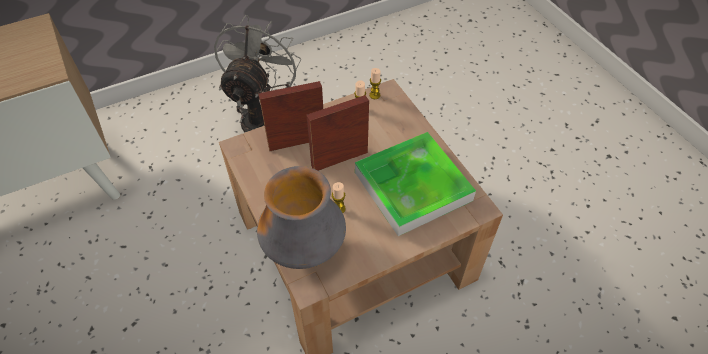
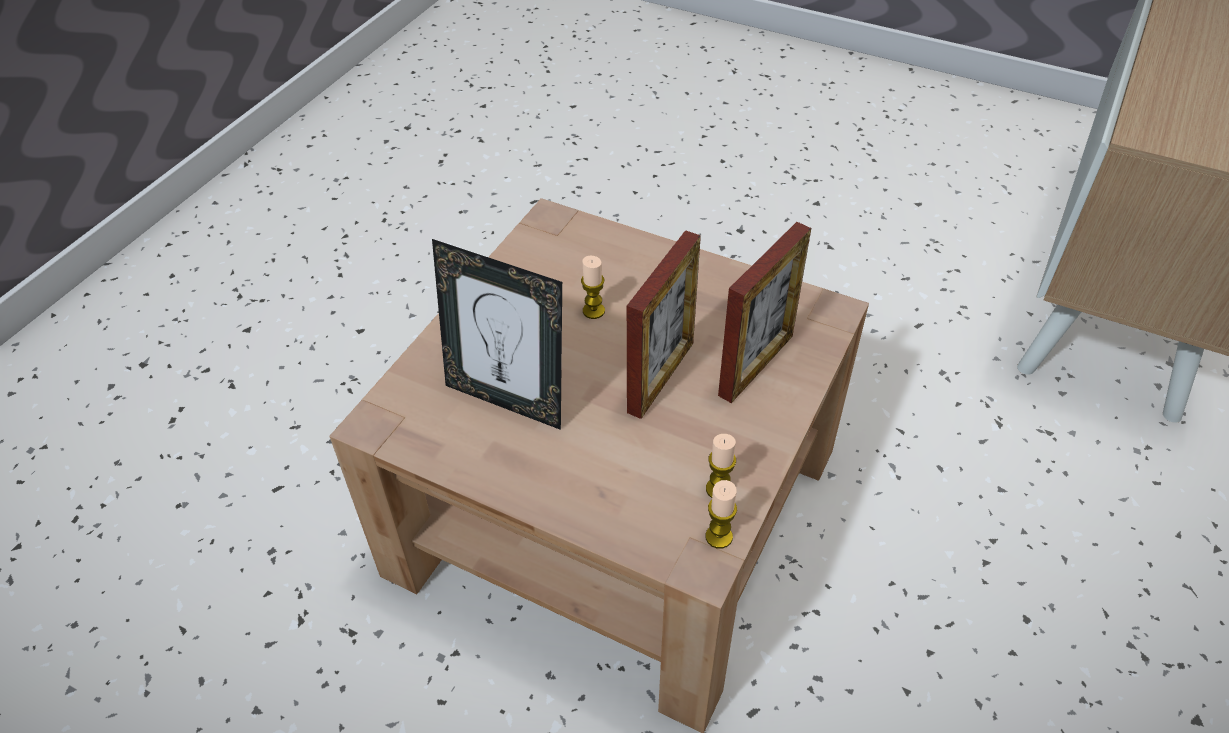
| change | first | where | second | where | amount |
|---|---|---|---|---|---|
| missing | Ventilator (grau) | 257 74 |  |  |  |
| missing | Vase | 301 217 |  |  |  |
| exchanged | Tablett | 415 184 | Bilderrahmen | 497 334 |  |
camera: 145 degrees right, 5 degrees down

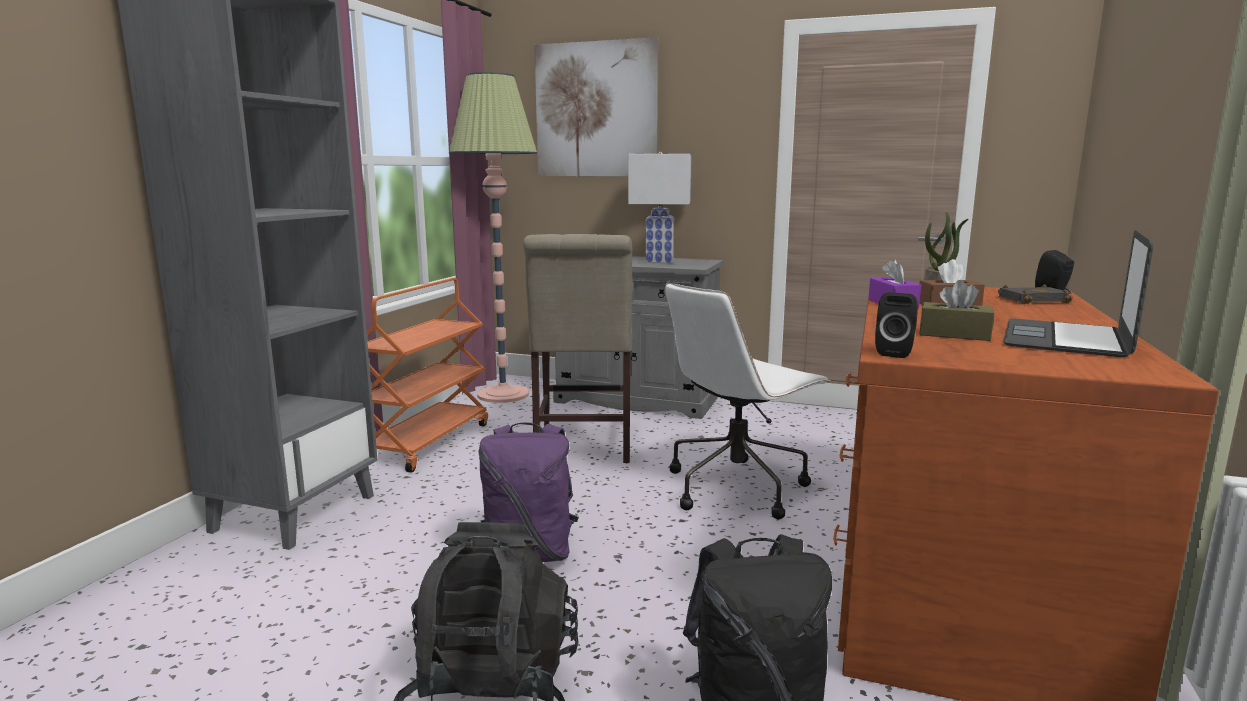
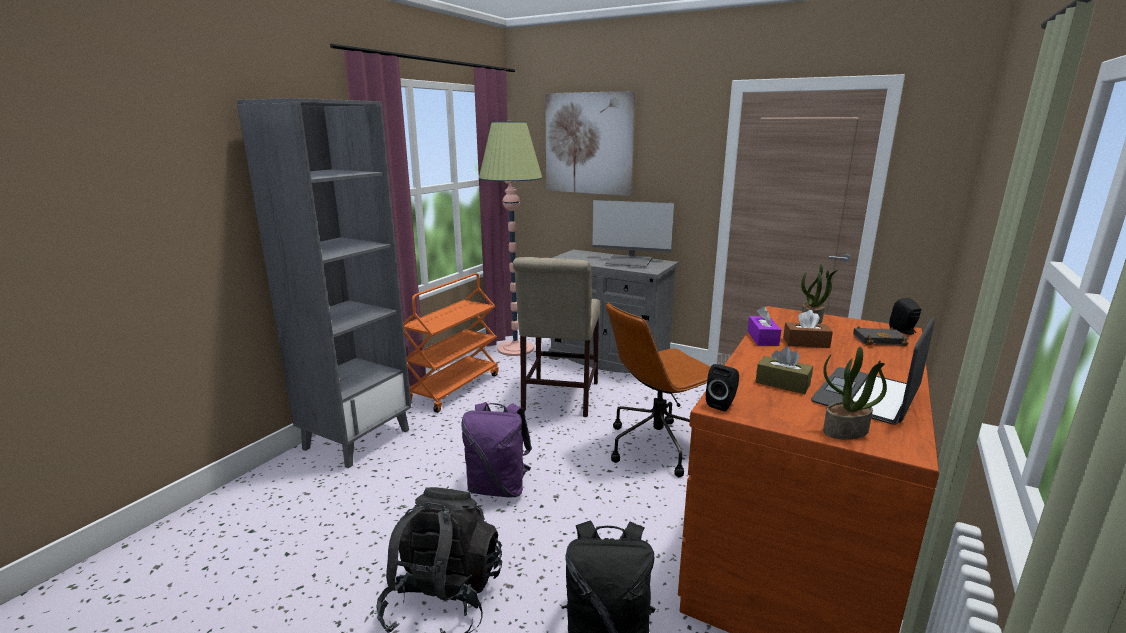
| change | first | where | second | where | amount |
|---|---|---|---|---|---|
| appeared |  |  | Topfpflanze | 855 393 |  |
| exchanged | Tischlampe (weiß) | 659 207 | Monitor | 633 233 |  |
| colour | Bürostuhl (weiß) | 747 401 | Bürostuhl (braun) | 658 389 |  |
camera: 10 degrees right, 5 degrees up

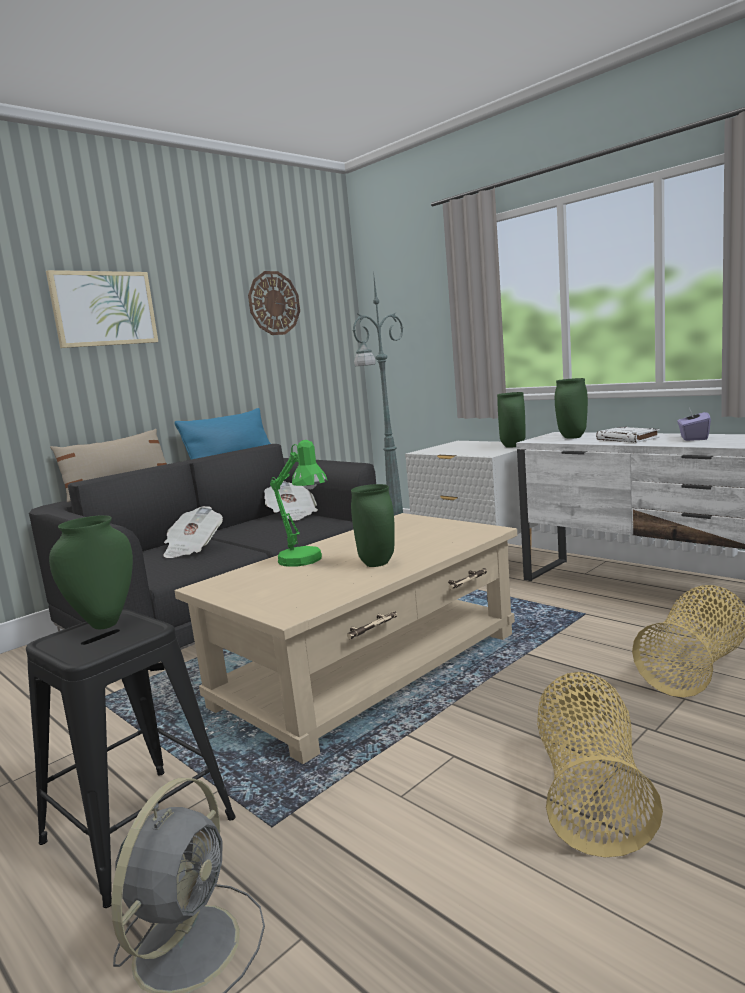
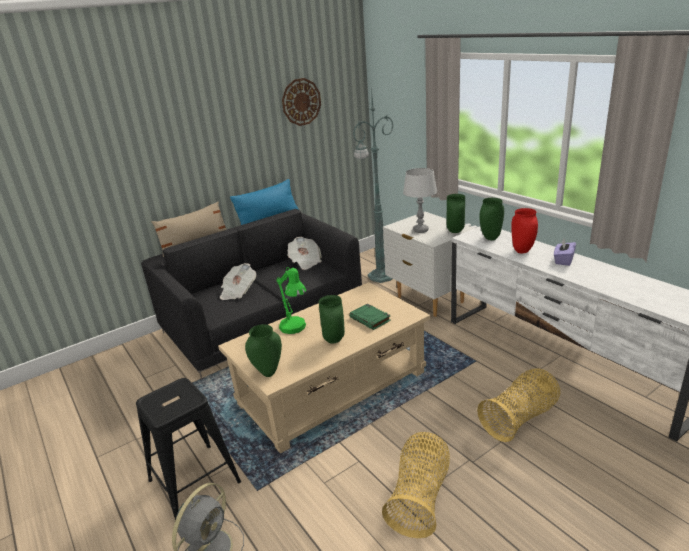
| change | first | where | second | where | amount |
|---|---|---|---|---|---|
| missing | Bild | 102 309 |  |  |  |
| appeared |  |  | Buch (grün) | 370 317 |  |
| appeared |  |  | Tischlampe (grau) | 420 200 |  |
| relocated | Vase (grün) | 91 572 |  | 263 350 |  |
| exchanged | Buch (weiß) | 628 435 | Vase (rot) | 524 230 |  |
camera: 10 degrees right, 15 degrees up

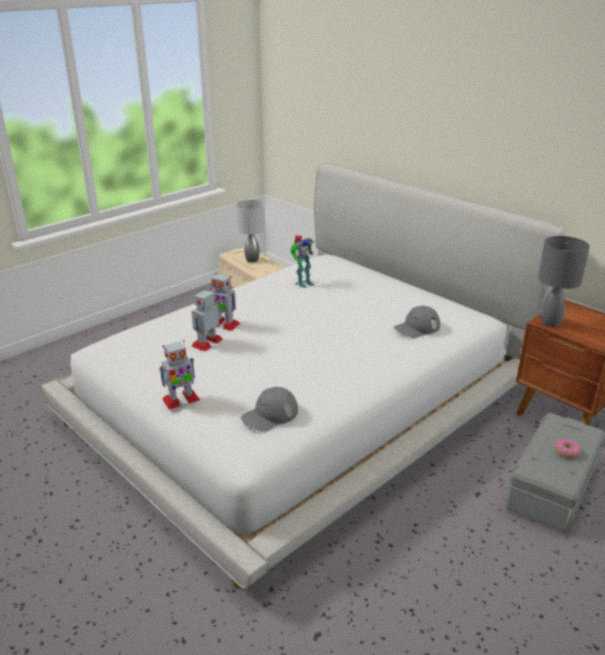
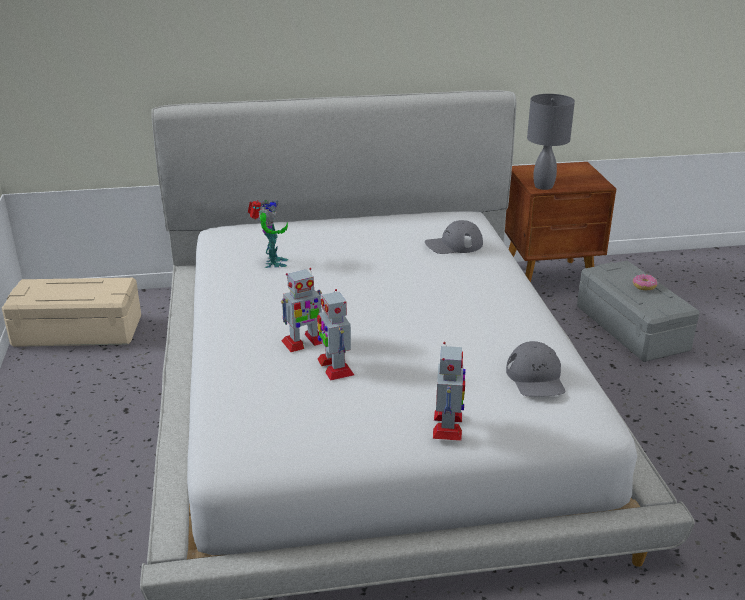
| change | first | where | second | where | amount |
|---|---|---|---|---|---|
| missing | Tischlampe (grau) | 250 231 |  |  |  |
| spun | Kappe (grau) | 417 322 |  | 454 237 | 75 degrees clockwise |
camera: 55 degrees left, 0 degrees up

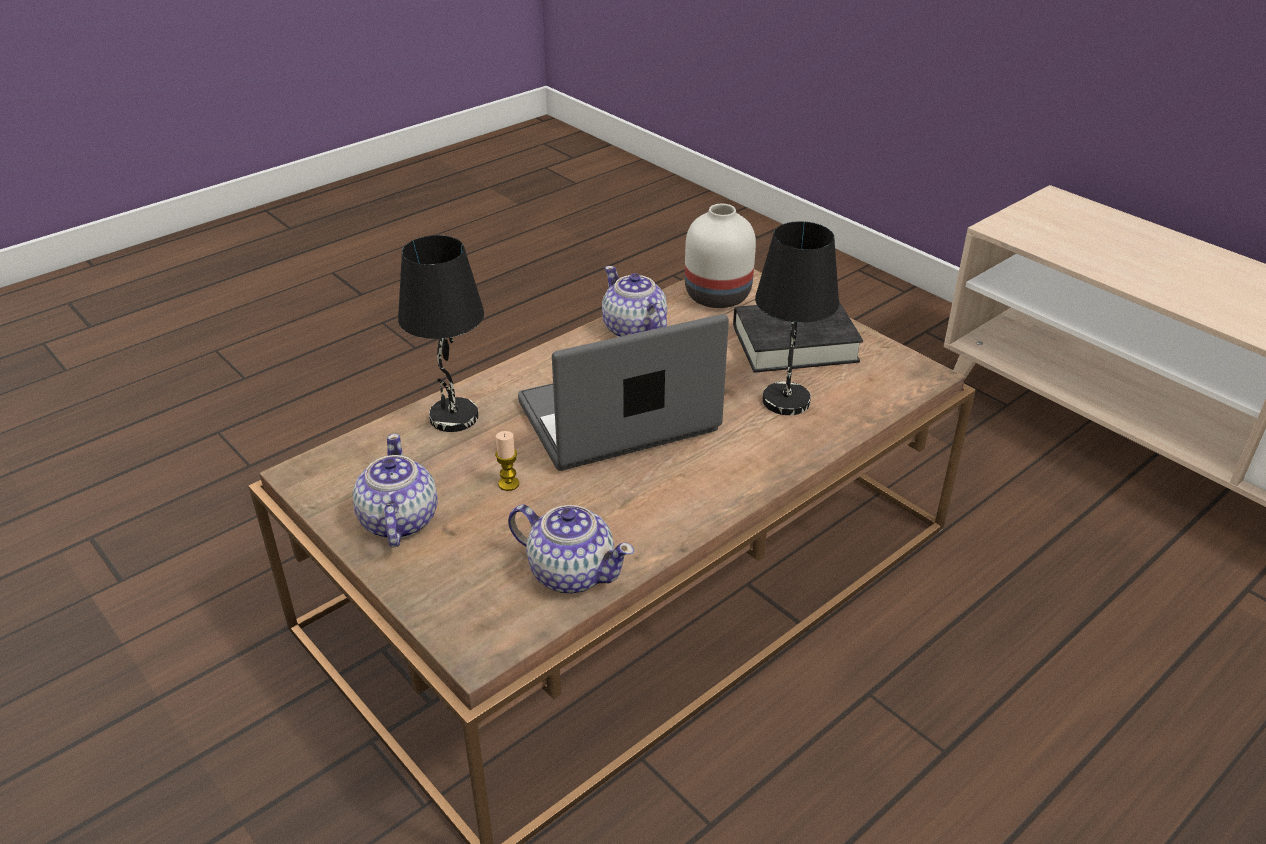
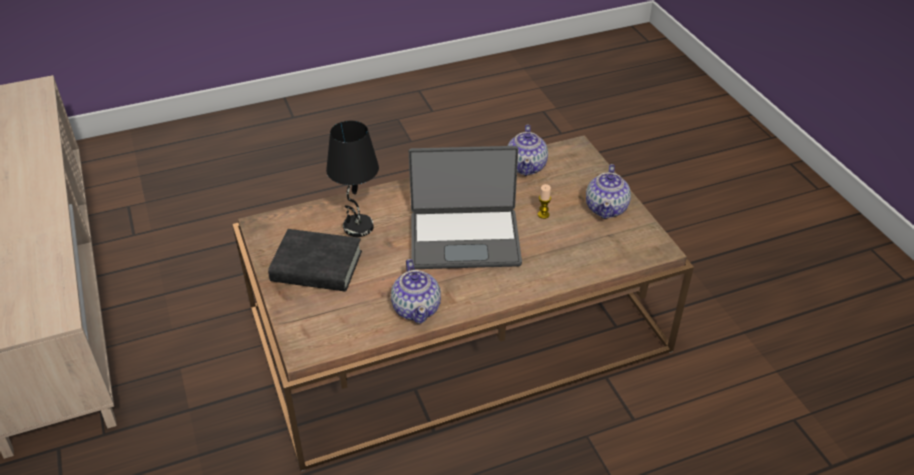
| change | first | where | second | where | amount |
|---|---|---|---|---|---|
| missing | Tischlampe (schwarz) | 441 333 |  |  |  |
| missing | Vase (weiß) | 720 256 |  |  |  |
| spun | Teekanne | 571 549 |  | 528 150 | 135 degrees counterclockwise |
camera: 160 degrees left, 5 degrees up

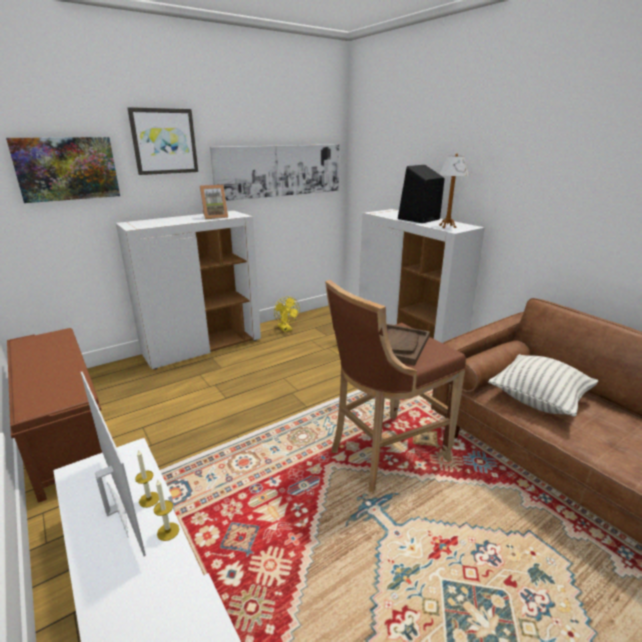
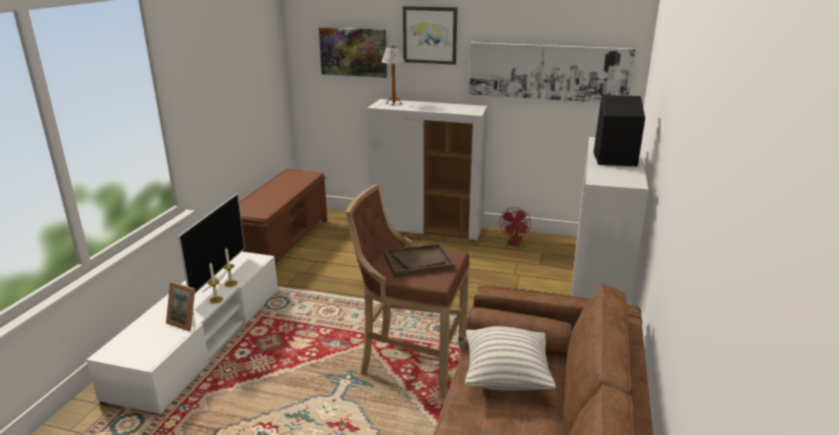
| change | first | where | second | where | amount |
|---|---|---|---|---|---|
| relocated | Bilderrahmen | 214 202 |  | 180 306 |  |
| relocated | Tischlampe | 454 191 |  | 393 75 |  |
| colour | Ventilator (gelb) | 287 314 | Ventilator (rot) | 515 226 |  |
camera: 50 degrees right, 0 degrees up

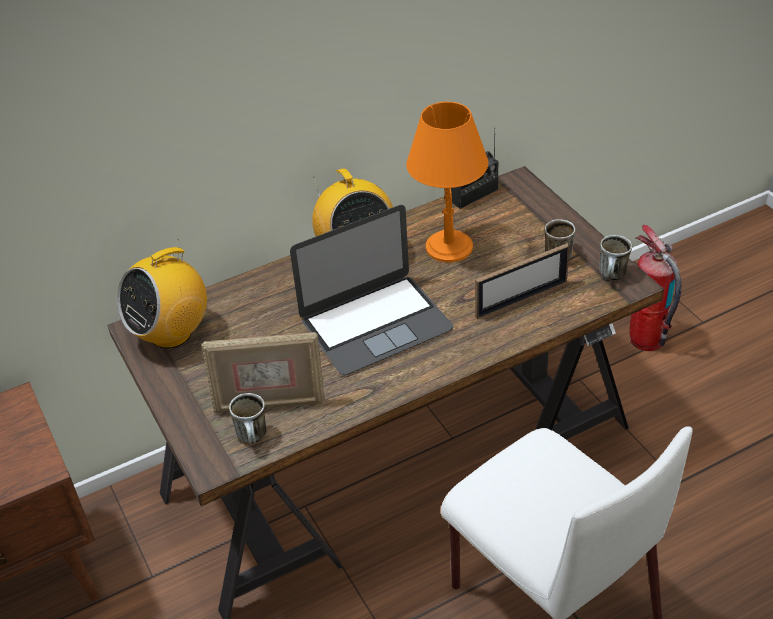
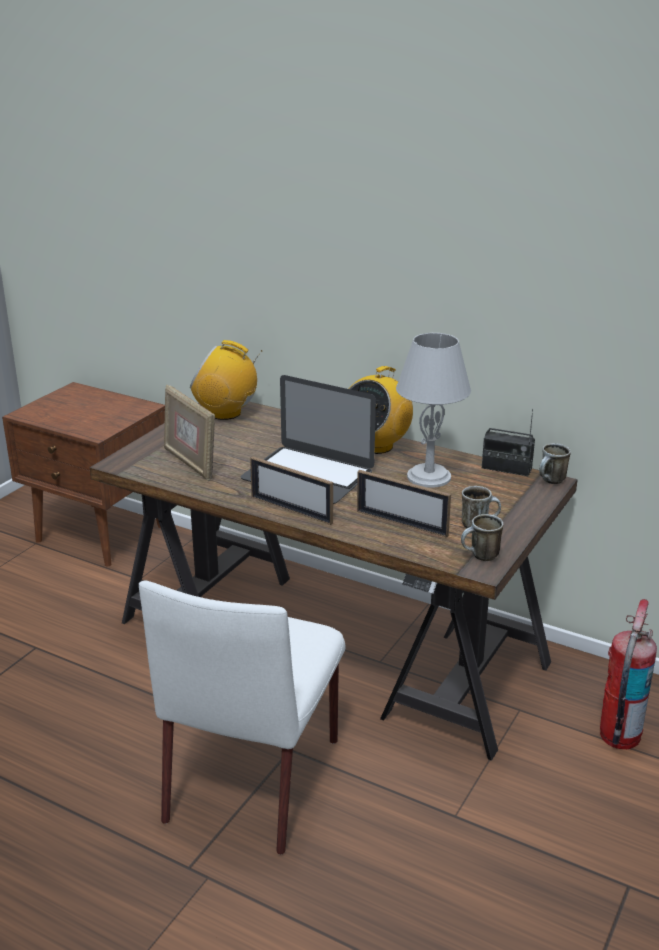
| change | first | where | second | where | amount |
|---|---|---|---|---|---|
| appeared |  |  | Bilderrahmen | 291 490 |  |
| relocated | Henkelbecher | 248 418 |  | 555 463 |  |
| colour | Tischlampe (orange) | 447 182 | Tischlampe (grau) | 433 410 |  |
camera: 55 degrees right, 15 degrees down

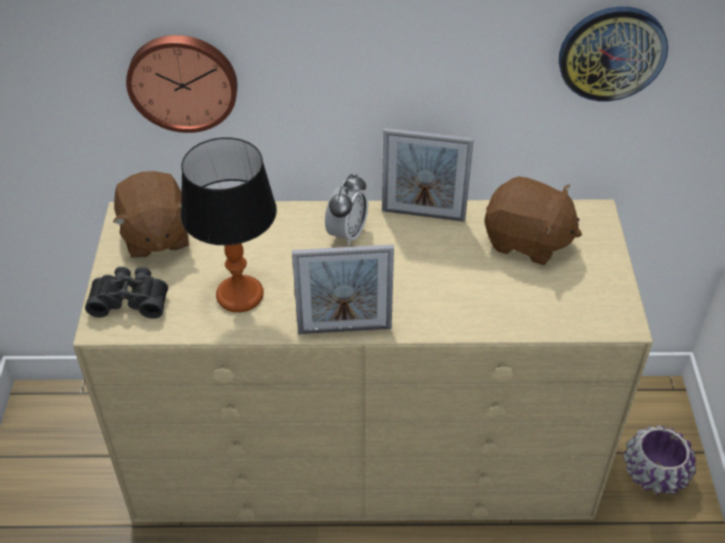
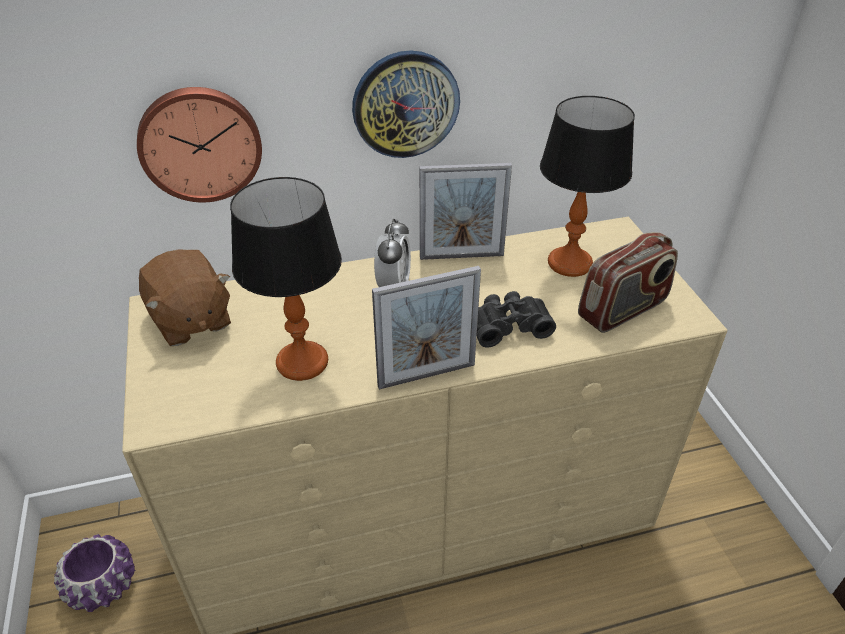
| change | first | where | second | where | amount |
|---|---|---|---|---|---|
| appeared |  |  | Radio | 628 282 |  |
| relocated | Fernglas (schwarz) | 126 293 |  | 516 319 |  |
| relocated | Wanduhr | 613 54 |  | 406 104 |  |
| relocated | Pflanzkübel (lila) | 660 460 |  | 94 573 |  |
| exchanged | Plüschtier (braun) | 533 220 | Tischlampe | 587 186 |  |
camera: 15 degrees left, 5 degrees down

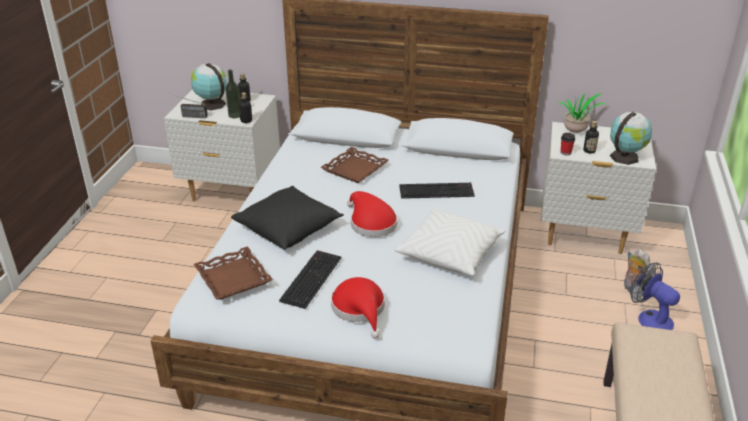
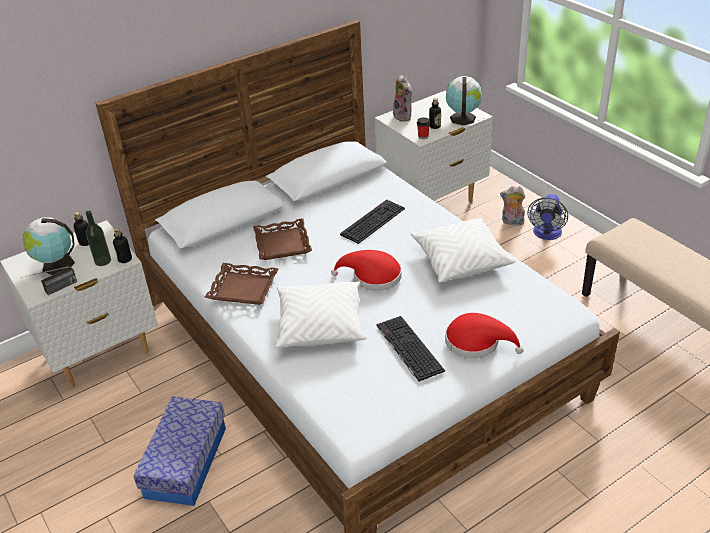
| change | first | where | second | where | amount |
|---|---|---|---|---|---|
| appeared |  |  | Aufbewahrungsbox | 179 451 |  |
| relocated | Tablett (braun) | 233 272 |  | 242 284 |  |
| exchanged | Topfpflanze | 581 113 | Plüschtier | 402 98 |  |
| colour | Kissen (schwarz) | 287 218 | Kissen (weiß) | 320 314 |  |
| spun | Ventilator | 655 296 |  | 547 217 | 75 degrees counterclockwise |
camera: 45 degrees left, 5 degrees up

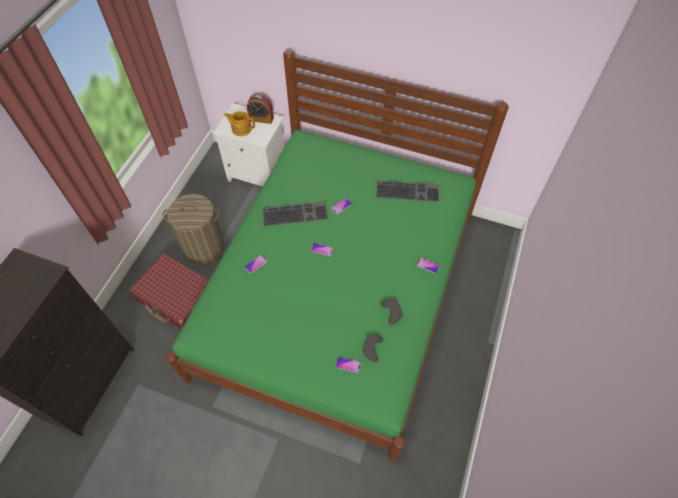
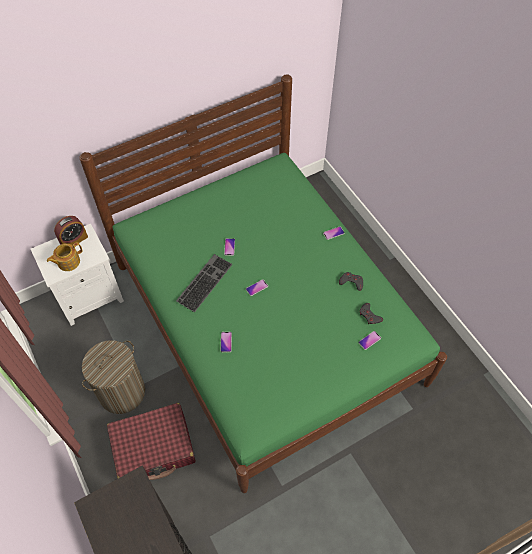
| change | first | where | second | where | amount |
|---|---|---|---|---|---|
| missing | Tastatur | 407 191 |  |  |  |
camera: 50 degrees left, 0 degrees up

